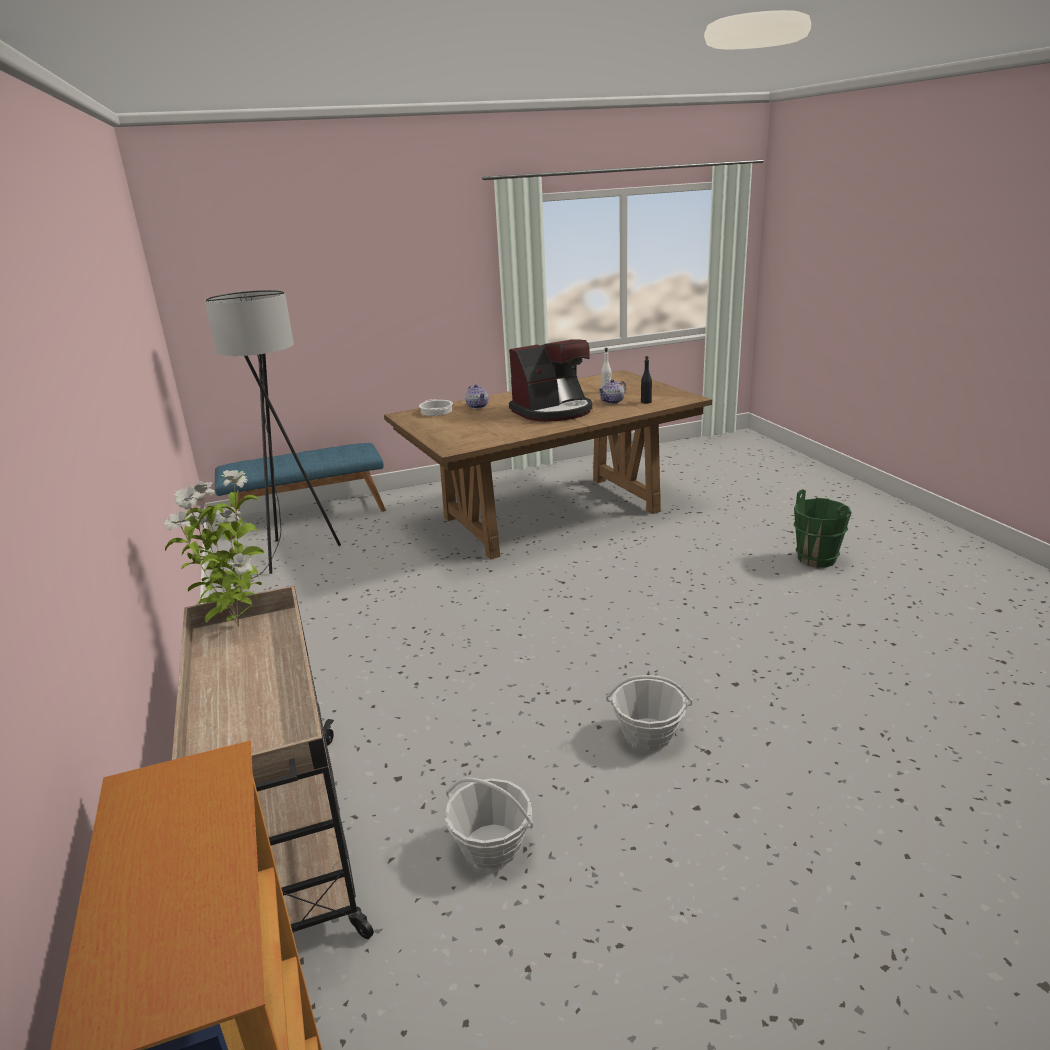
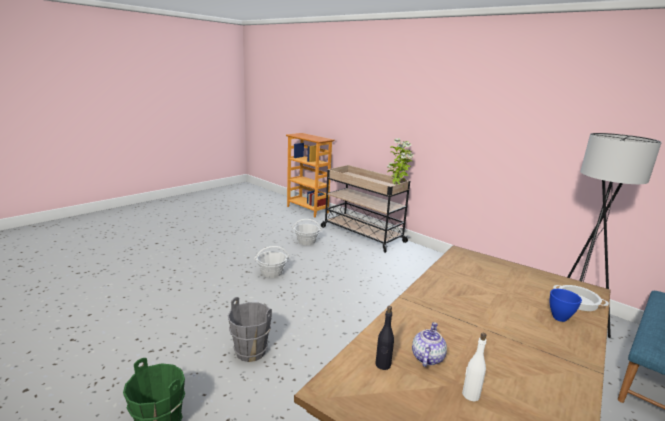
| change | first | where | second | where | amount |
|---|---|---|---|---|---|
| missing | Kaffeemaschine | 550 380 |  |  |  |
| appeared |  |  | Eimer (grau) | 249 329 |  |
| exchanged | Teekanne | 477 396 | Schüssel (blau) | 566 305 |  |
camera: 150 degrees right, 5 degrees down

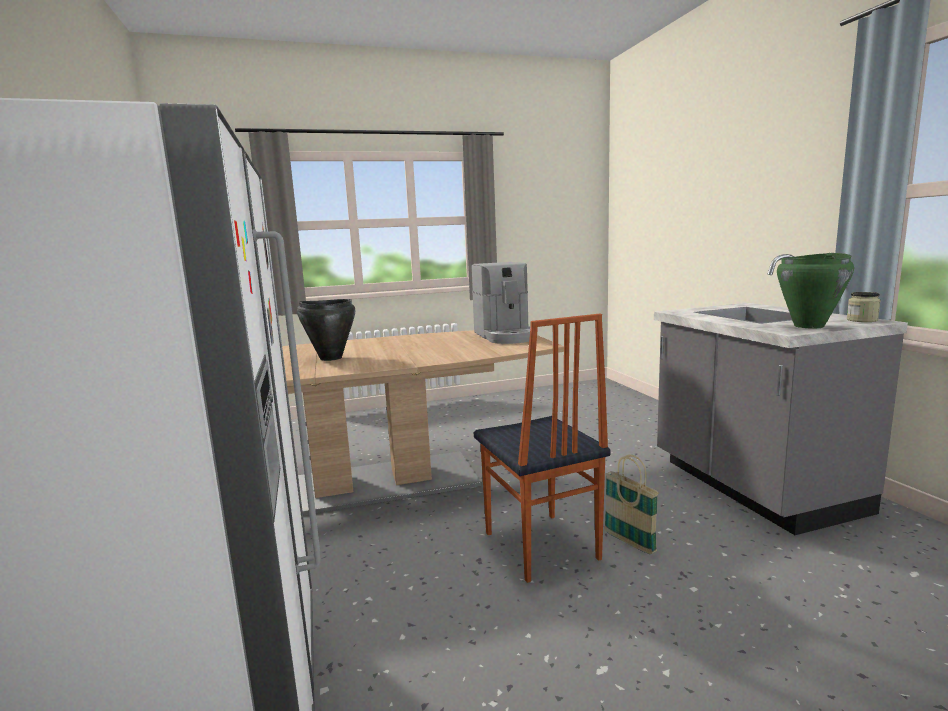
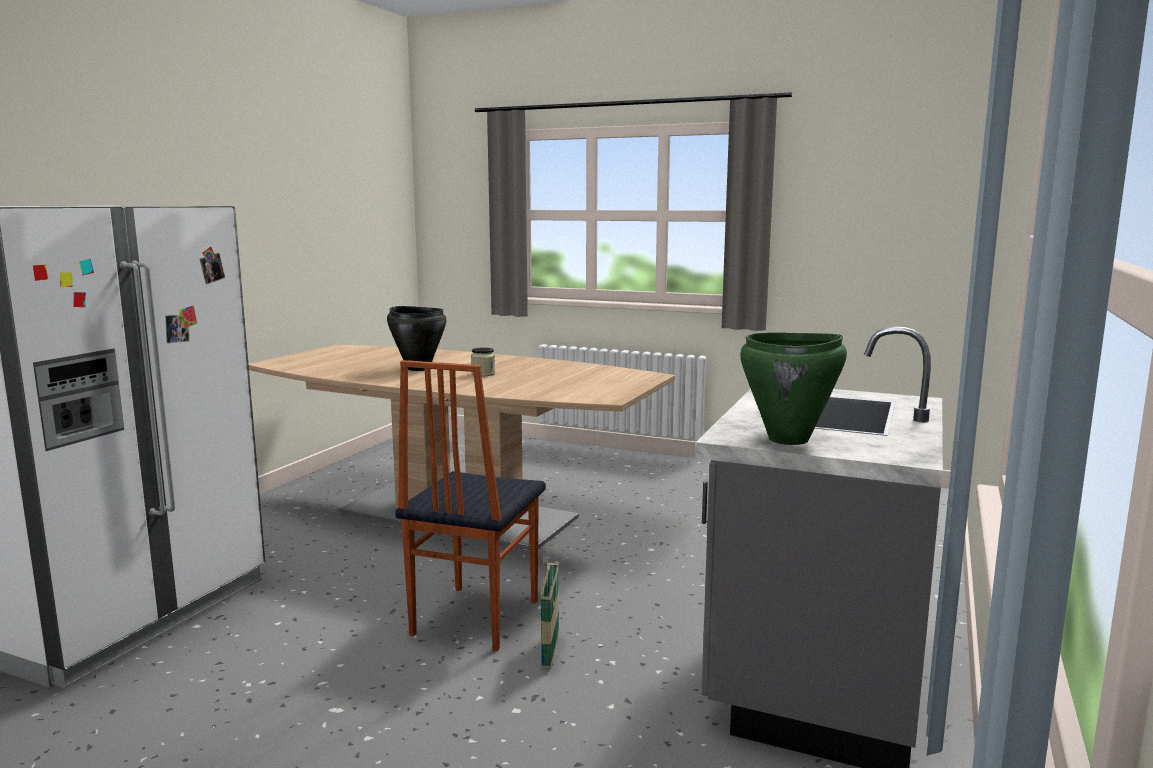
| change | first | where | second | where | amount |
|---|---|---|---|---|---|
| missing | Kaffeemaschine | 501 303 |  |  |  |
| relocated | Vorratsglas | 864 307 |  | 483 361 |  |
camera: 40 degrees right, 0 degrees up

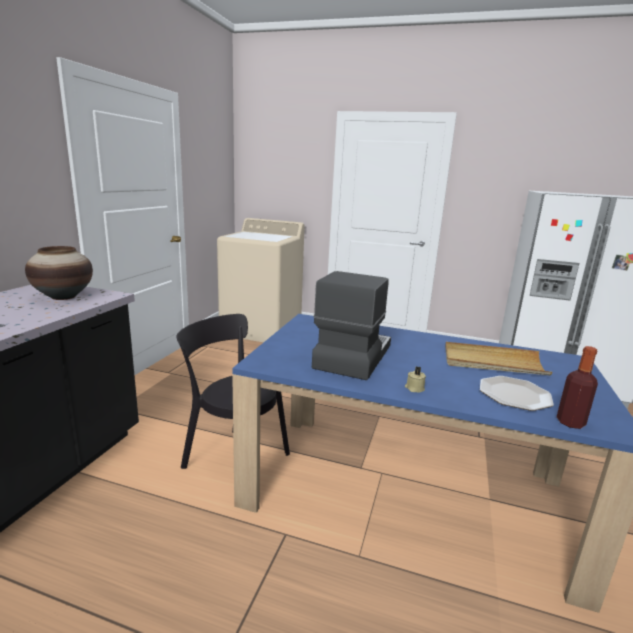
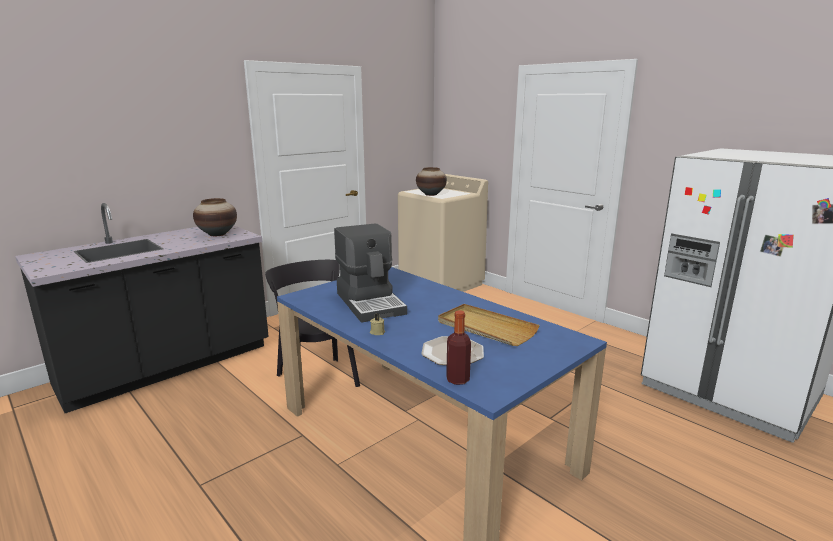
| change | first | where | second | where | amount |
|---|---|---|---|---|---|
| appeared |  |  | Vase | 431 181 |  |
| spun | Kaffeemaschine | 351 325 |  | 370 273 | 105 degrees clockwise |
camera: 30 degrees right, 0 degrees up

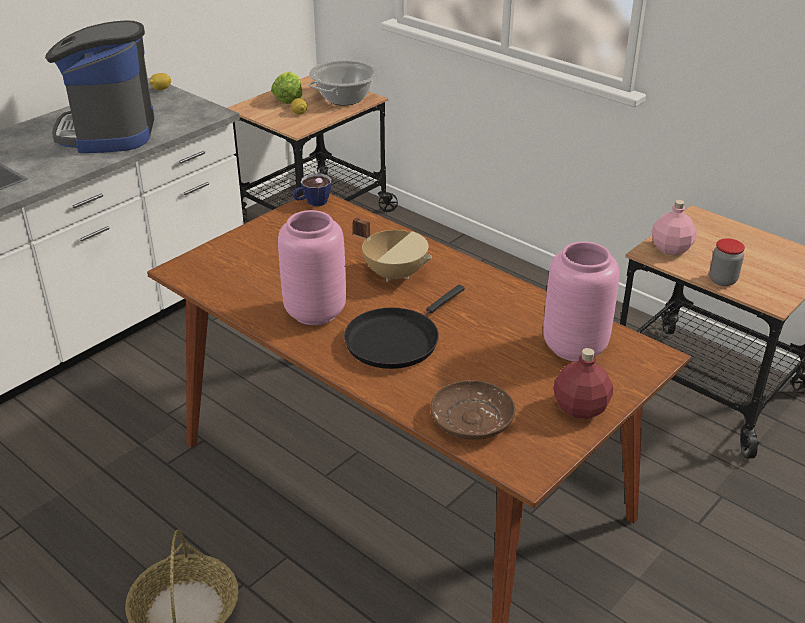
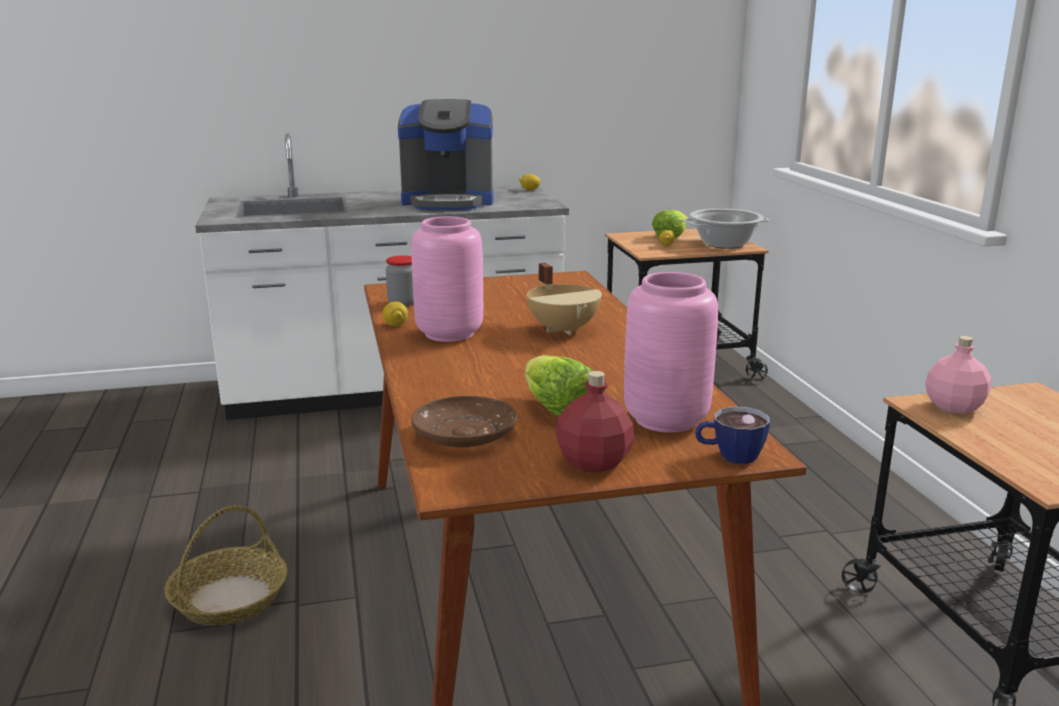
| change | first | where | second | where | amount |
|---|---|---|---|---|---|
| missing | Pfanne (schwarz) | 404 327 |  |  |  |
| appeared |  |  | Zitrone | 395 314 |  |
| appeared |  |  | Salatkopf | 558 385 |  |
| relocated | Tasse | 312 189 |  | 732 435 |  |
| relocated | Vorratsglas | 727 262 |  | 400 280 |  |
| spun | Kaffeemaschine | 99 86 |  | 446 154 | 120 degrees counterclockwise |
camera: 35 degrees right, 15 degrees down

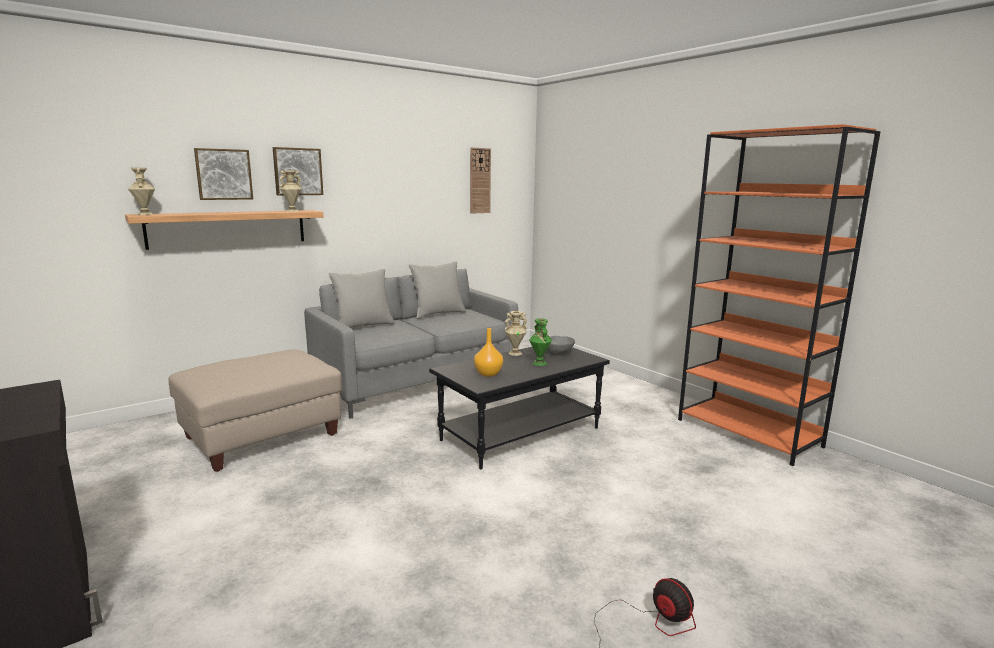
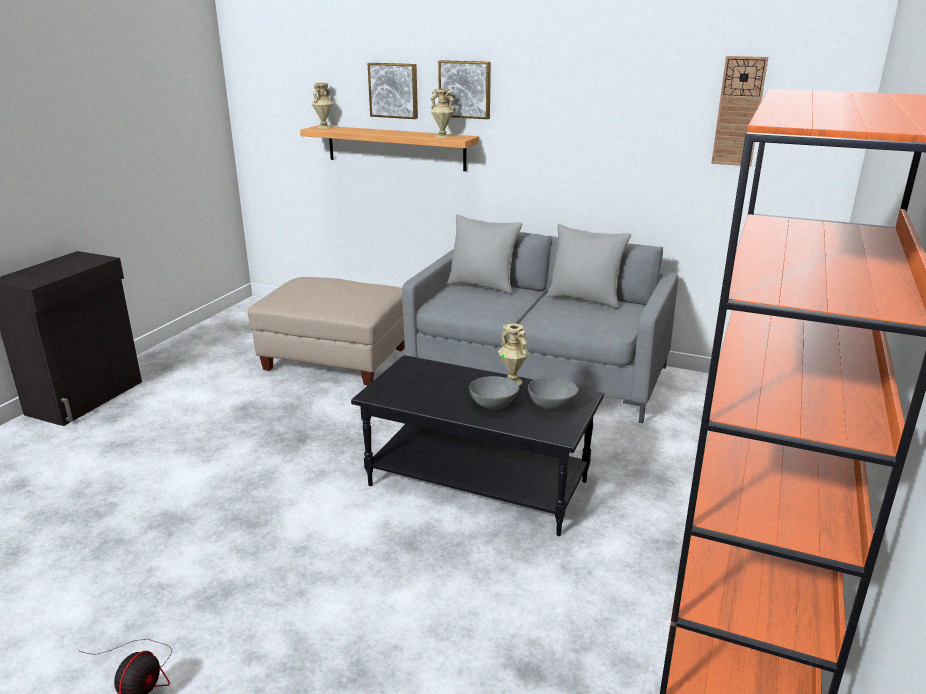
| change | first | where | second | where | amount |
|---|---|---|---|---|---|
| missing | Vase (orange) | 488 352 |  |  |  |
| exchanged | Vase (grün) | 540 342 | Schüssel (grau) | 494 393 |  |
camera: 60 degrees right, 10 degrees up

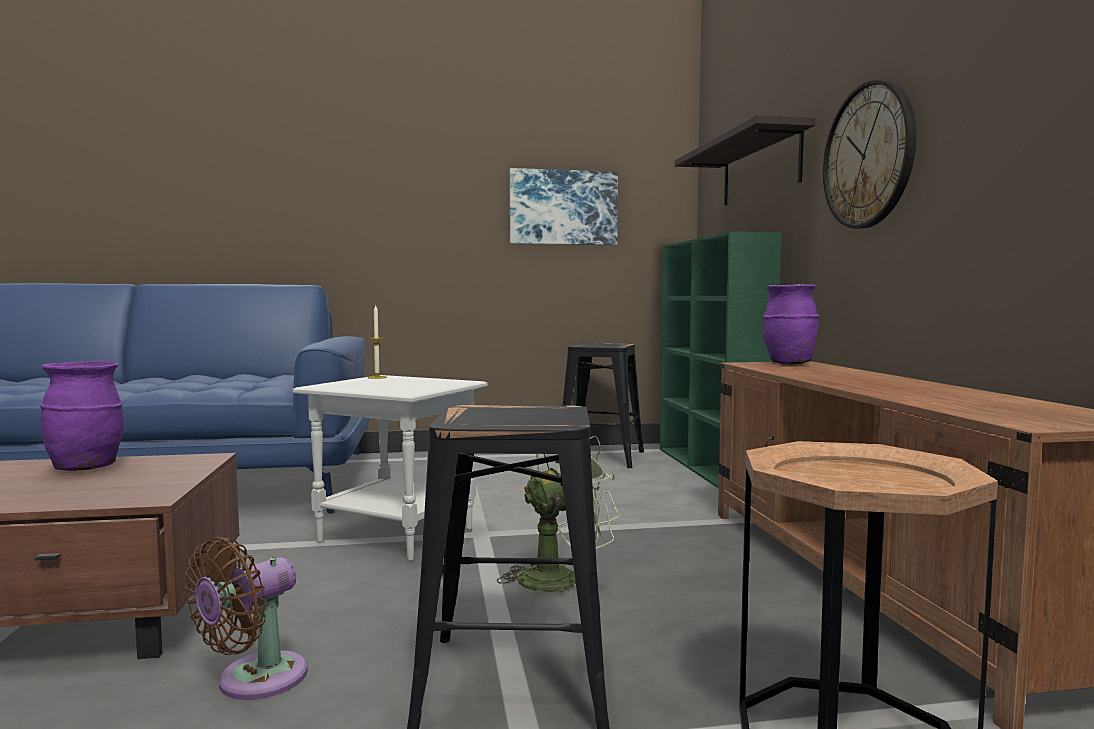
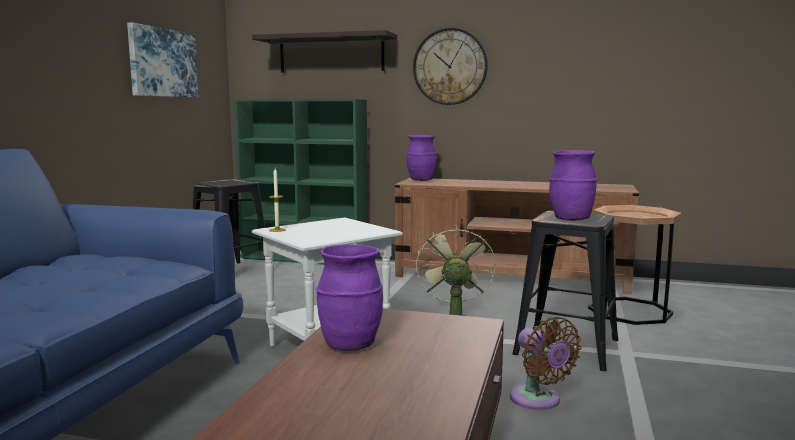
| change | first | where | second | where | amount |
|---|---|---|---|---|---|
| appeared |  |  | Vase (lila) | 573 185 |  |
camera: 65 degrees left, 5 degrees up

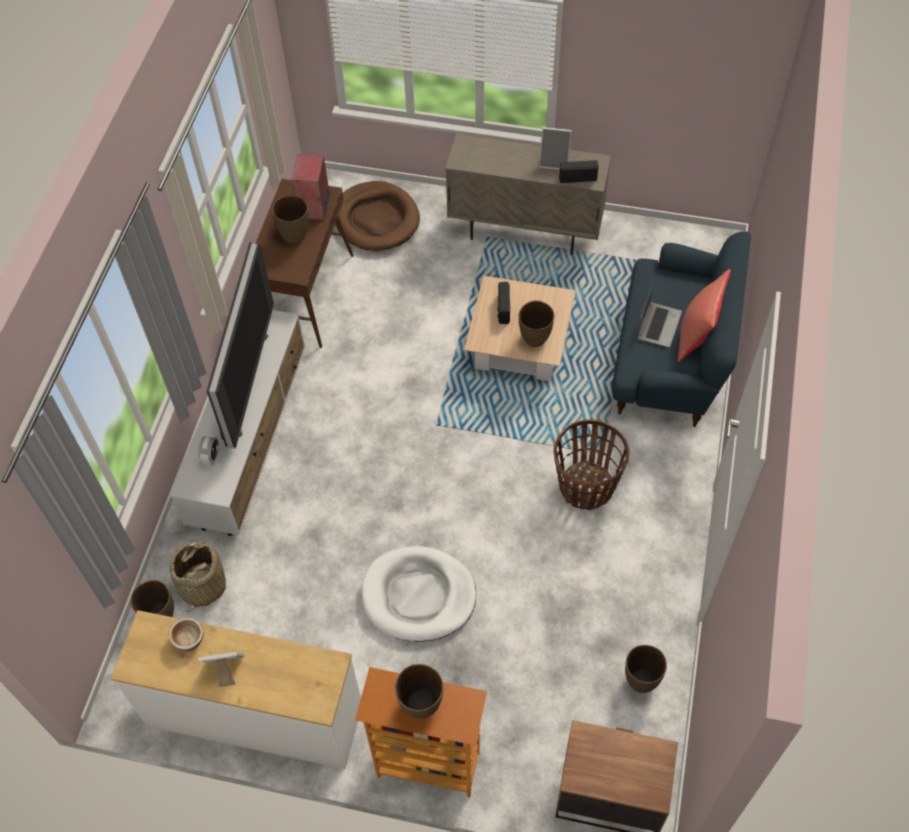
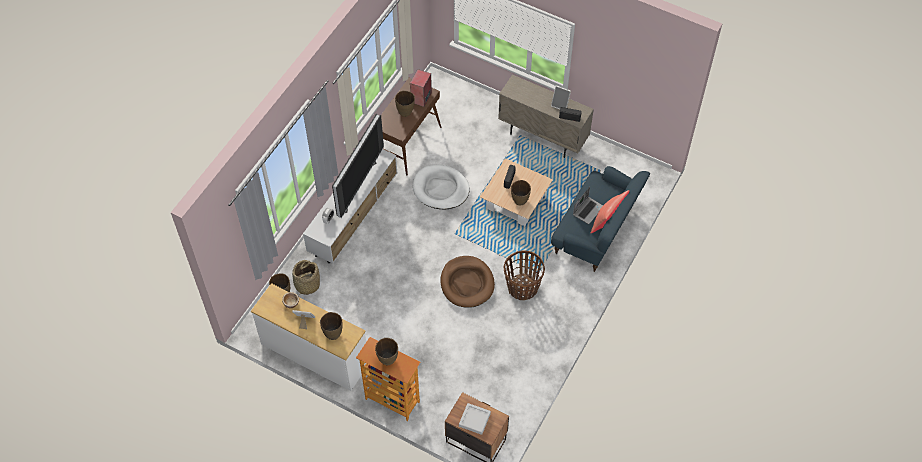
| change | first | where | second | where | amount |
|---|---|---|---|---|---|
| appeared |  |  | Tablett (grau) | 475 419 |  |
| relocated | Hundebett (braun) | 378 216 |  | 467 281 |  |
| relocated | Hundebett (weiß) | 418 594 |  | 441 187 |  |
| relocated | Vase (braun) | 646 669 |  | 331 326 |  |
camera: 15 degrees right, 0 degrees up

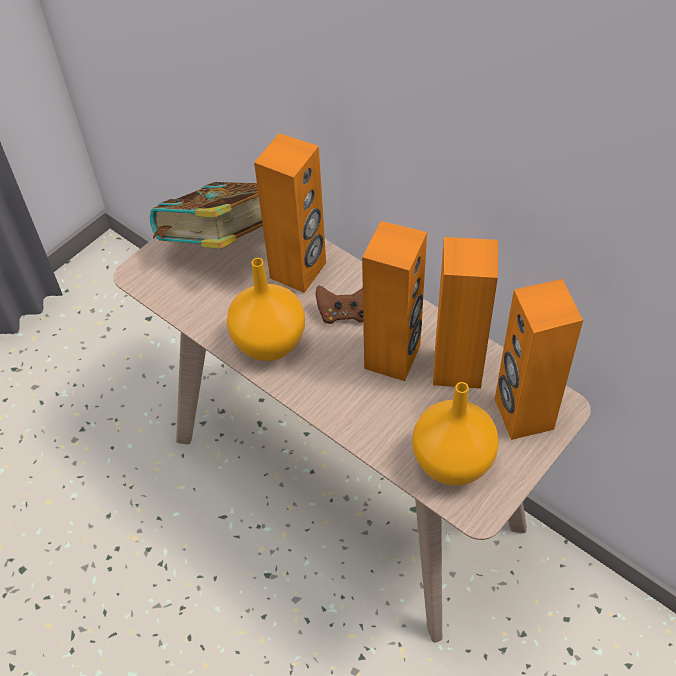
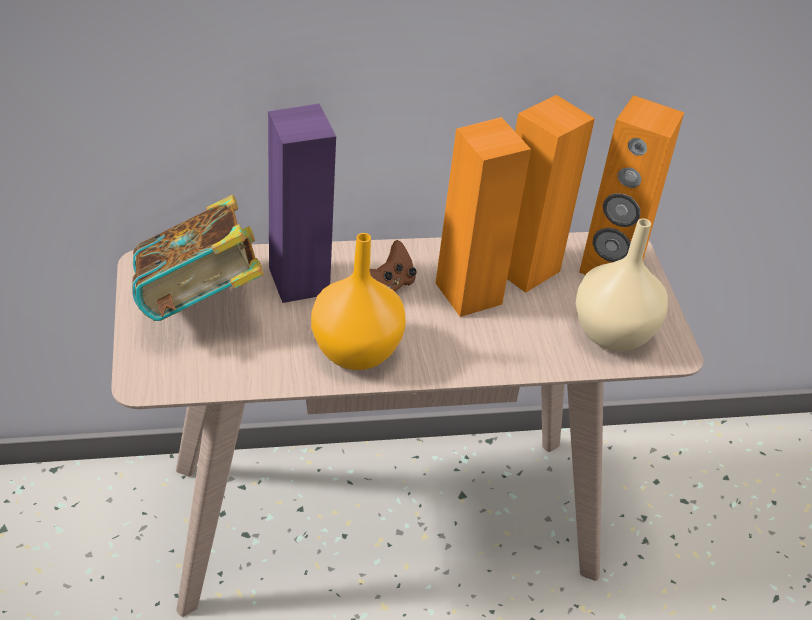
| change | first | where | second | where | amount |
|---|---|---|---|---|---|
| colour | Lautsprecher (orange) | 290 213 | Lautsprecher (lila) | 302 203 |  |
| colour | Vase (orange) | 455 434 | Vase (beige) | 622 285 |  |
camera: 55 degrees left, 10 degrees down

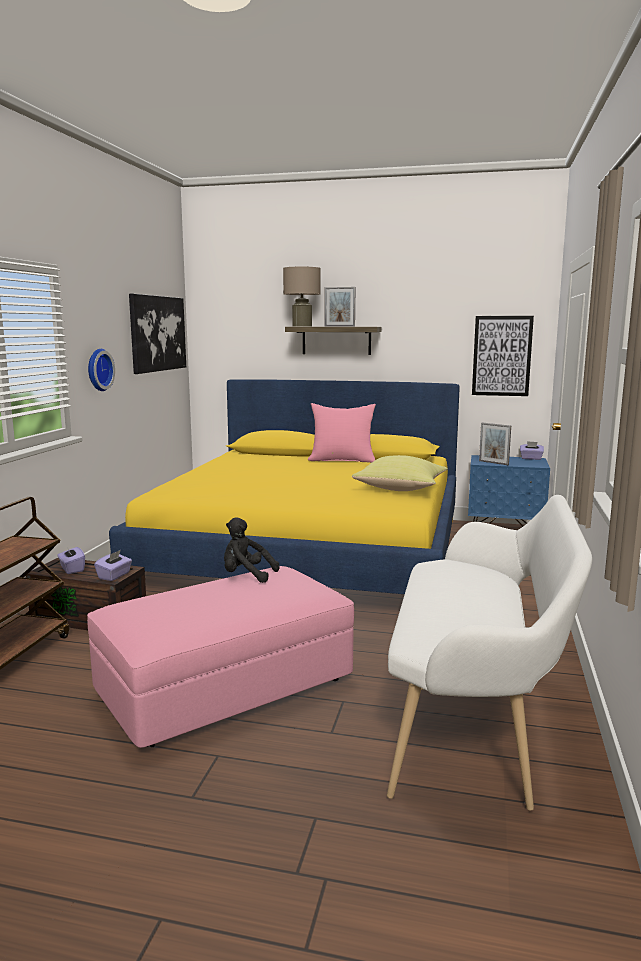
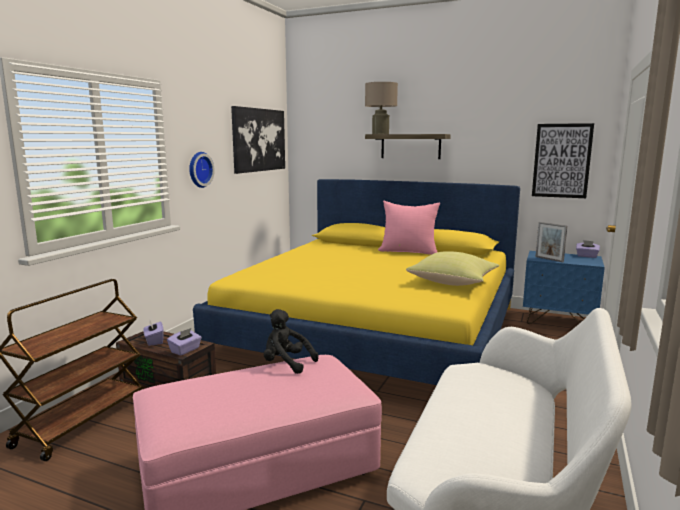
| change | first | where | second | where | amount |
|---|---|---|---|---|---|
| missing | Bilderrahmen | 340 307 |  |  |  |
camera: 10 degrees right, 0 degrees up

